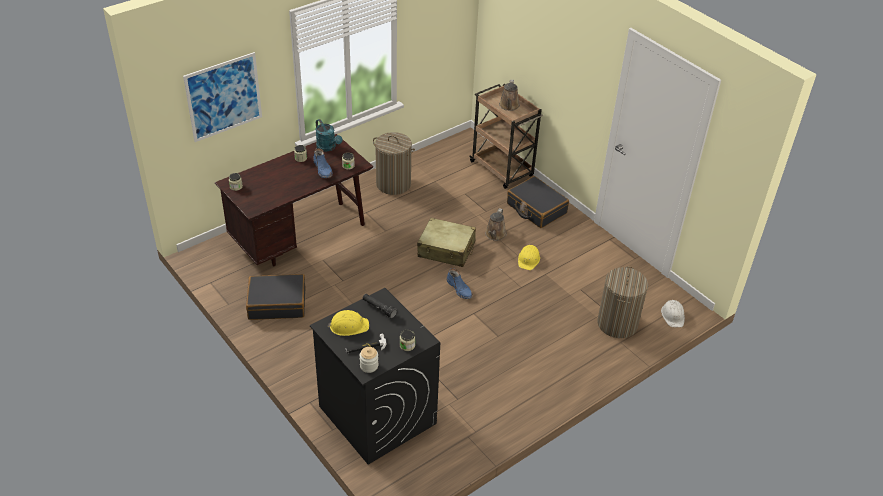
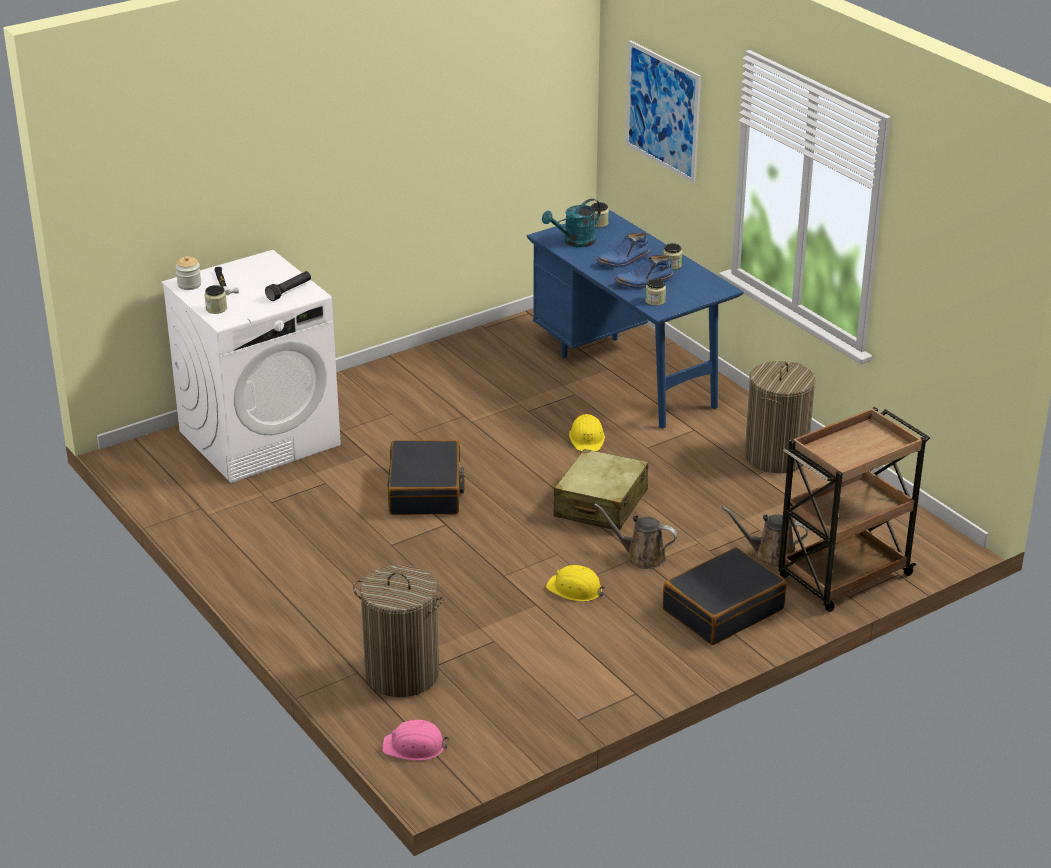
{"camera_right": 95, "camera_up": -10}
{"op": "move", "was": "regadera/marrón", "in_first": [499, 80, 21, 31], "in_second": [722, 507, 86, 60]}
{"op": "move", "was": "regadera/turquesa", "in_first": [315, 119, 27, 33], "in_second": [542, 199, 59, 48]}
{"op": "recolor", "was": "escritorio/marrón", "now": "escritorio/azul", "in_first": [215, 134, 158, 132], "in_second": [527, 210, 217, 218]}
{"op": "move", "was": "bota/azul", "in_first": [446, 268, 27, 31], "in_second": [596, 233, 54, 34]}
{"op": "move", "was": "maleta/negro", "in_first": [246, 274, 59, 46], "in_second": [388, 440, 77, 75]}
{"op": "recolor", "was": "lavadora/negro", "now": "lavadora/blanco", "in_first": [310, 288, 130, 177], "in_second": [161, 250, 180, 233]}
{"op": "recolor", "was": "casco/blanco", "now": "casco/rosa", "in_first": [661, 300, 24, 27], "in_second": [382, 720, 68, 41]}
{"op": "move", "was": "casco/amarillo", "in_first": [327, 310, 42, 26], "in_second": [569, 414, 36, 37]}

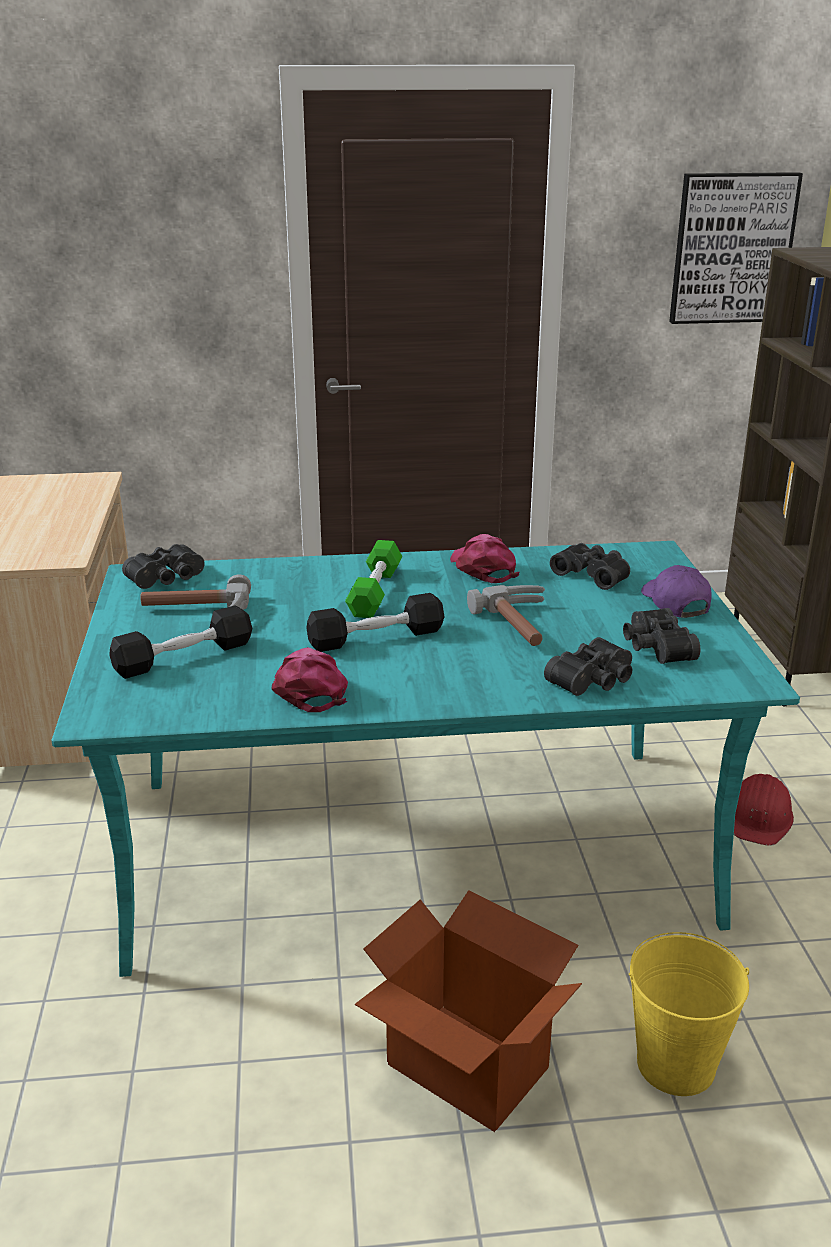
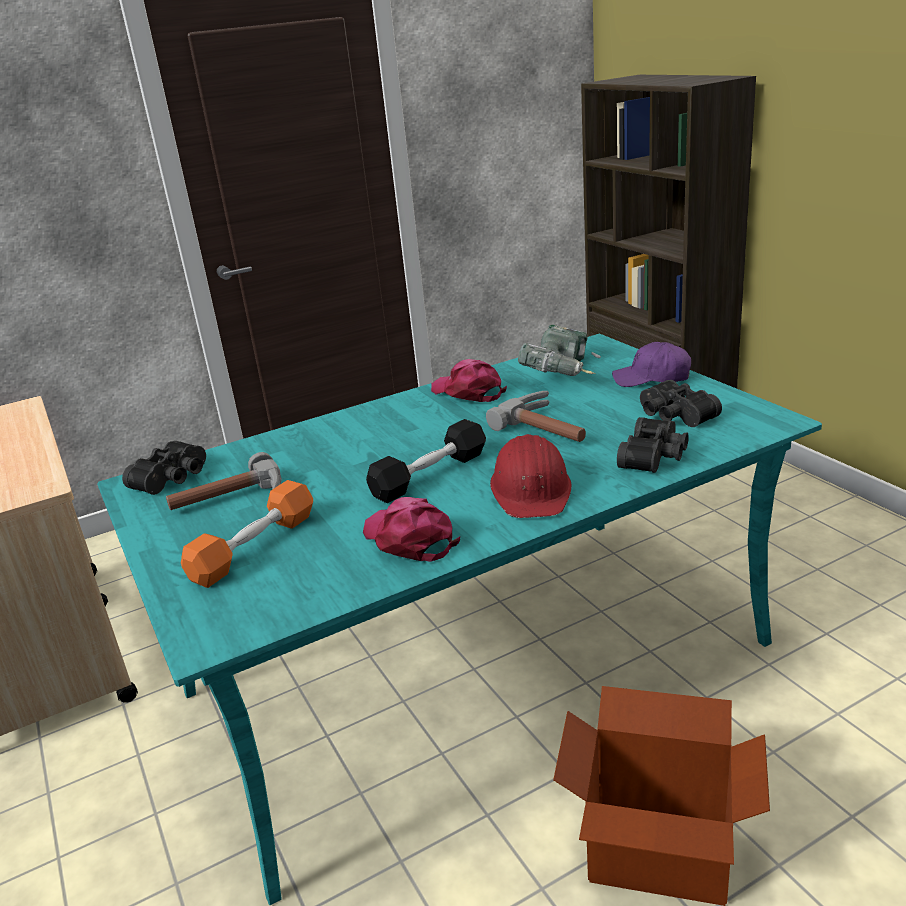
{"camera_right": -20, "camera_up": 0}
{"op": "delete", "was": "cuadro", "in_first": [669, 172, 134, 152]}
{"op": "delete", "was": "mancuerna/verde", "in_first": [345, 540, 57, 78]}
{"op": "replace", "was": "prismáticos/negro", "now": "taladro", "in_first": [550, 543, 80, 47], "in_second": [518, 325, 83, 51]}
{"op": "rotate", "was": "gorra/morado", "in_first": [641, 565, 70, 53], "in_second": [612, 342, 79, 45], "clockwise": -45}
{"op": "recolor", "was": "mancuerna/negro", "now": "mancuerna/naranja", "in_first": [109, 605, 143, 74], "in_second": [181, 480, 132, 108]}
{"op": "move", "was": "casco/rojo", "in_first": [734, 774, 60, 72], "in_second": [490, 434, 82, 84]}
{"op": "delete", "was": "cubo/amarillo", "in_first": [629, 932, 120, 164]}

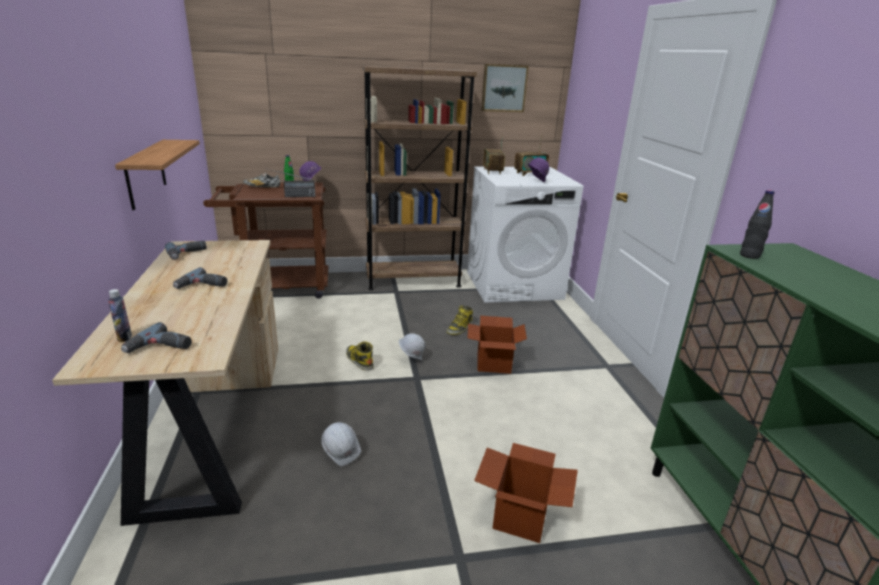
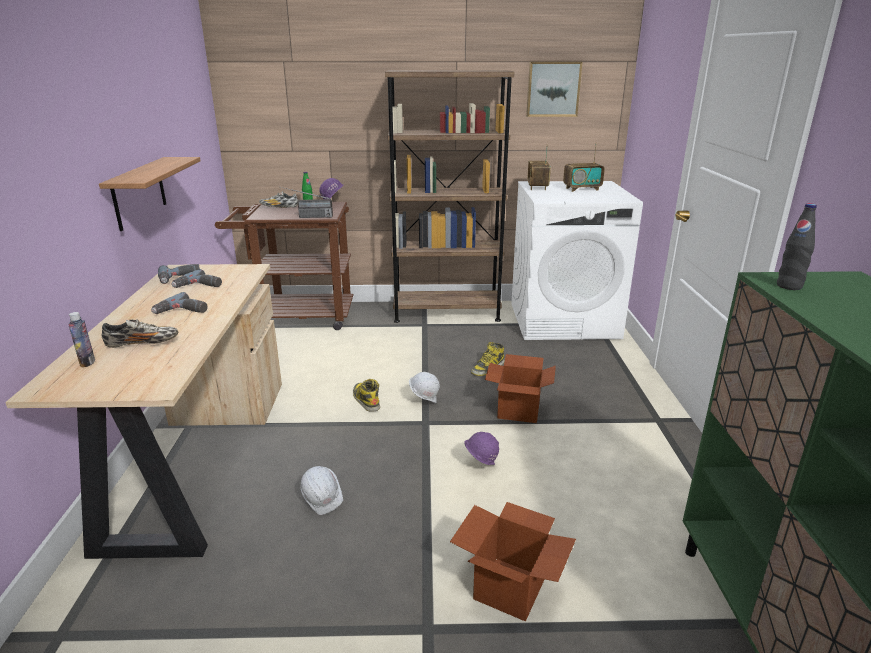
{"camera_right": 10, "camera_up": 0}
{"op": "move", "was": "casco/morado", "in_first": [528, 157, 21, 25], "in_second": [464, 432, 35, 33]}
{"op": "move", "was": "taladro", "in_first": [121, 322, 71, 31], "in_second": [172, 269, 50, 19]}
{"op": "insert", "now": "zapato", "in_second": [102, 319, 76, 29]}

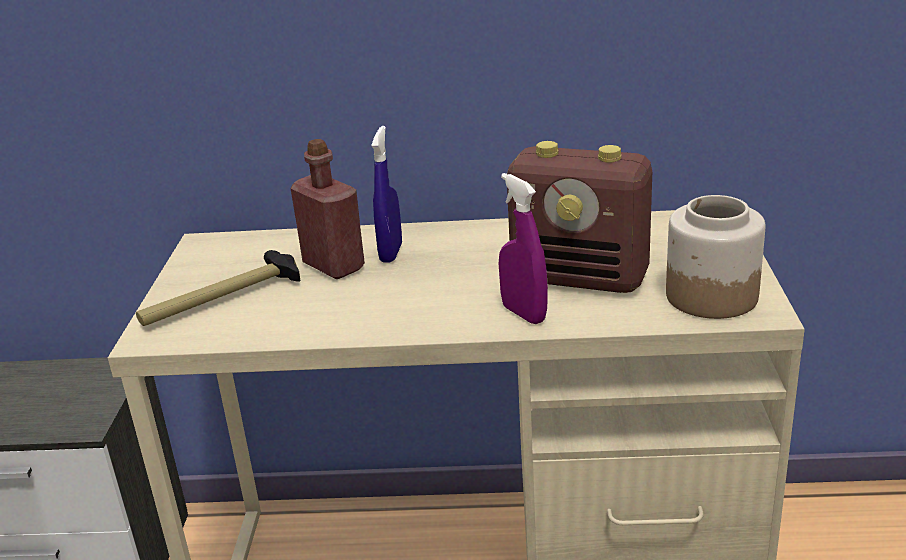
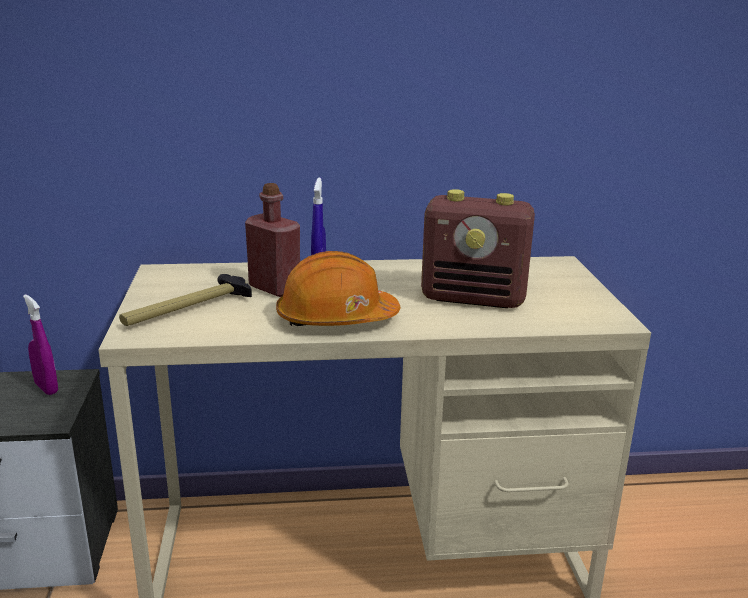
{"camera_right": -10, "camera_up": -5}
{"op": "move", "was": "pulverizador/morado", "in_first": [499, 173, 49, 151], "in_second": [23, 294, 35, 101]}
{"op": "delete", "was": "tarro", "in_first": [666, 195, 99, 124]}
{"op": "insert", "now": "casco/naranja", "in_second": [276, 251, 125, 75]}

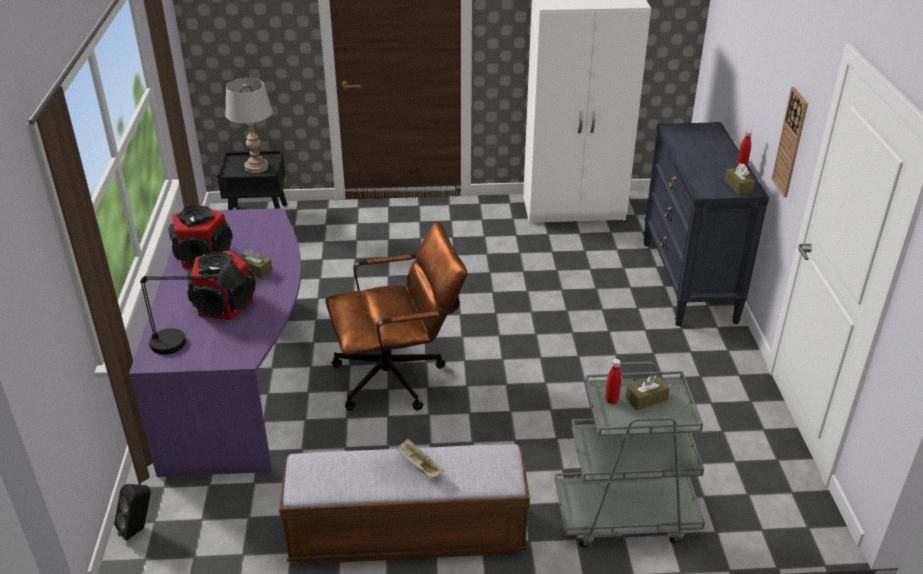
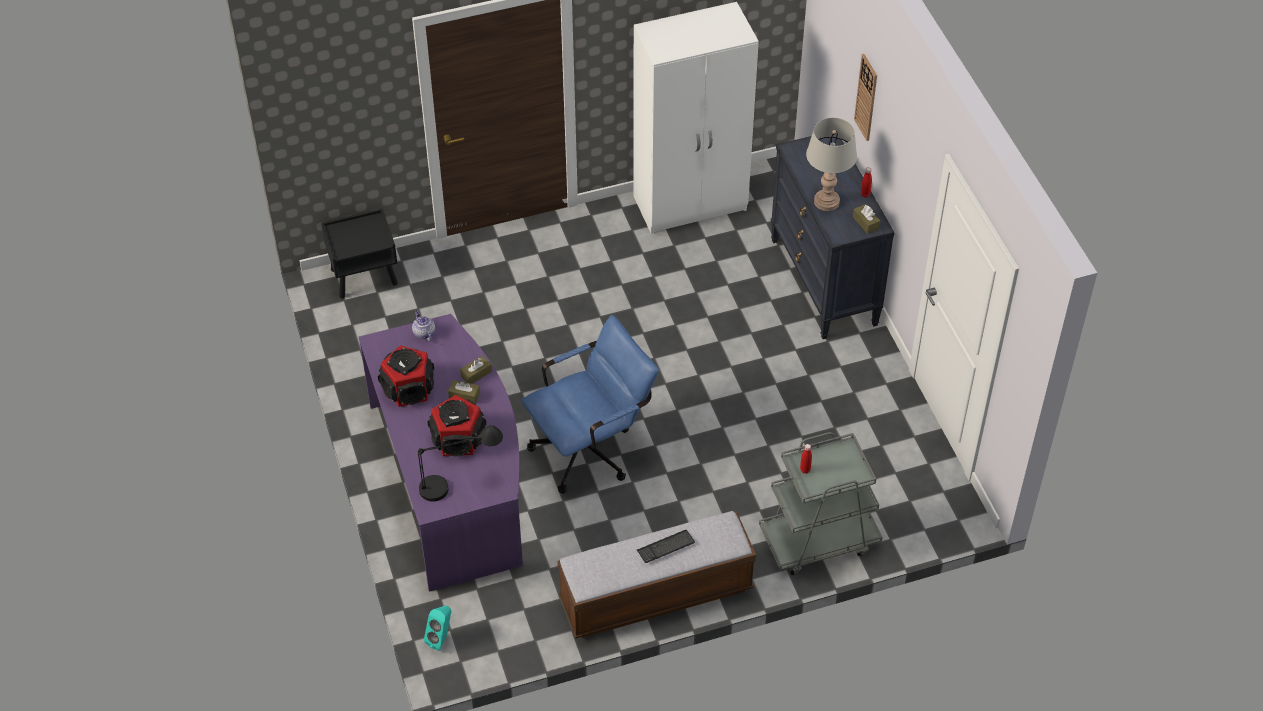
{"camera_right": -15, "camera_up": 15}
{"op": "move", "was": "lámpara de mesa/gris", "in_first": [225, 78, 48, 95], "in_second": [806, 118, 51, 93]}
{"op": "move", "was": "reloj de pared", "in_first": [772, 87, 36, 111], "in_second": [854, 54, 23, 87]}
{"op": "recolor", "was": "silla de oficina/marrón", "now": "silla de oficina/azul", "in_first": [325, 221, 142, 190], "in_second": [522, 315, 137, 179]}
{"op": "move", "was": "caja de pañuelos/marrón", "in_first": [625, 375, 45, 36], "in_second": [460, 355, 32, 29]}
{"op": "replace", "was": "bandeja/beis", "now": "teclado", "in_first": [396, 439, 48, 39], "in_second": [637, 530, 58, 33]}
{"op": "recolor", "was": "altavoz/negro", "now": "altavoz/turquesa", "in_first": [114, 484, 37, 57], "in_second": [424, 606, 27, 45]}
{"op": "insert", "now": "tetera", "in_second": [412, 310, 23, 31]}

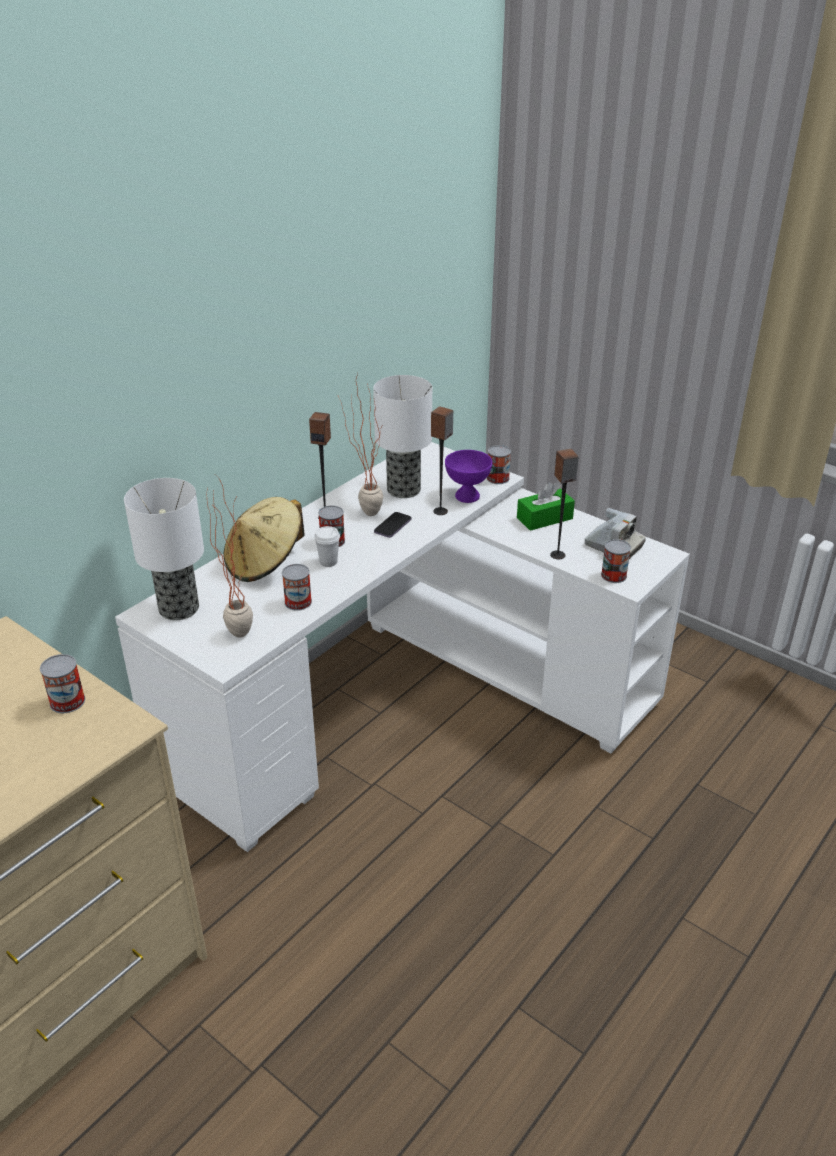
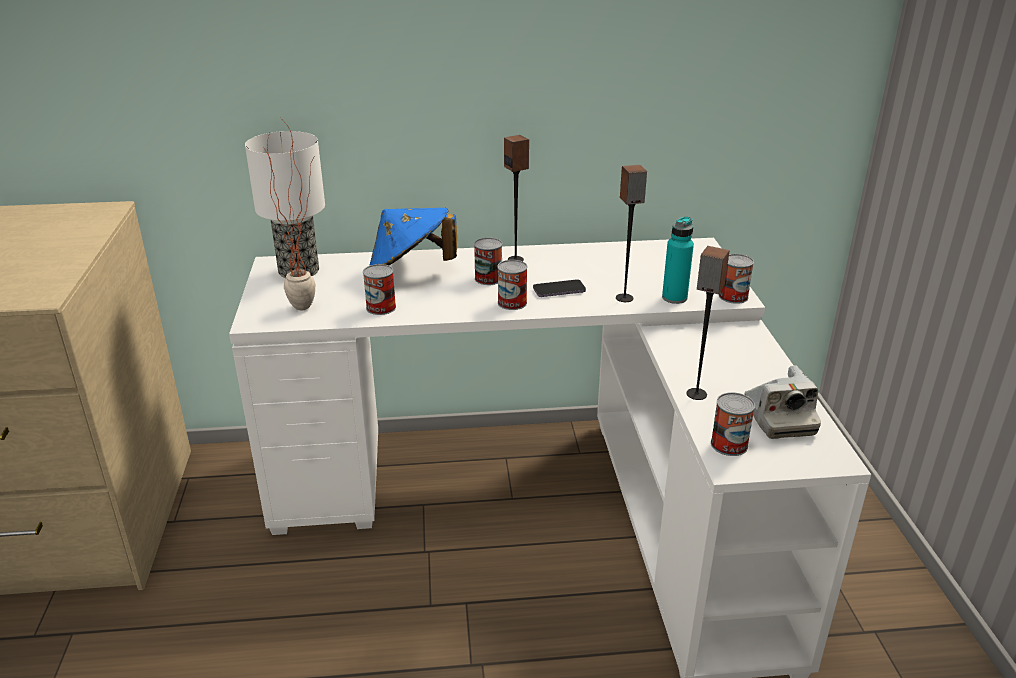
{"camera_right": 45, "camera_up": -5}
{"op": "delete", "was": "planta en maceta", "in_first": [338, 373, 45, 143]}
{"op": "delete", "was": "lámpara de mesa", "in_first": [373, 375, 59, 123]}
{"op": "replace", "was": "cuenco/morado", "now": "botella/turquesa", "in_first": [445, 450, 47, 53], "in_second": [662, 216, 32, 88]}
{"op": "delete", "was": "caja de pañuelos/verde", "in_first": [517, 482, 58, 49]}
{"op": "recolor", "was": "sombrero/beis", "now": "sombrero/azul", "in_first": [223, 497, 82, 85], "in_second": [369, 208, 88, 58]}
{"op": "delete", "was": "taza/blanco", "in_first": [314, 526, 26, 41]}
{"op": "move", "was": "lata", "in_first": [40, 654, 45, 59], "in_second": [497, 260, 30, 50]}

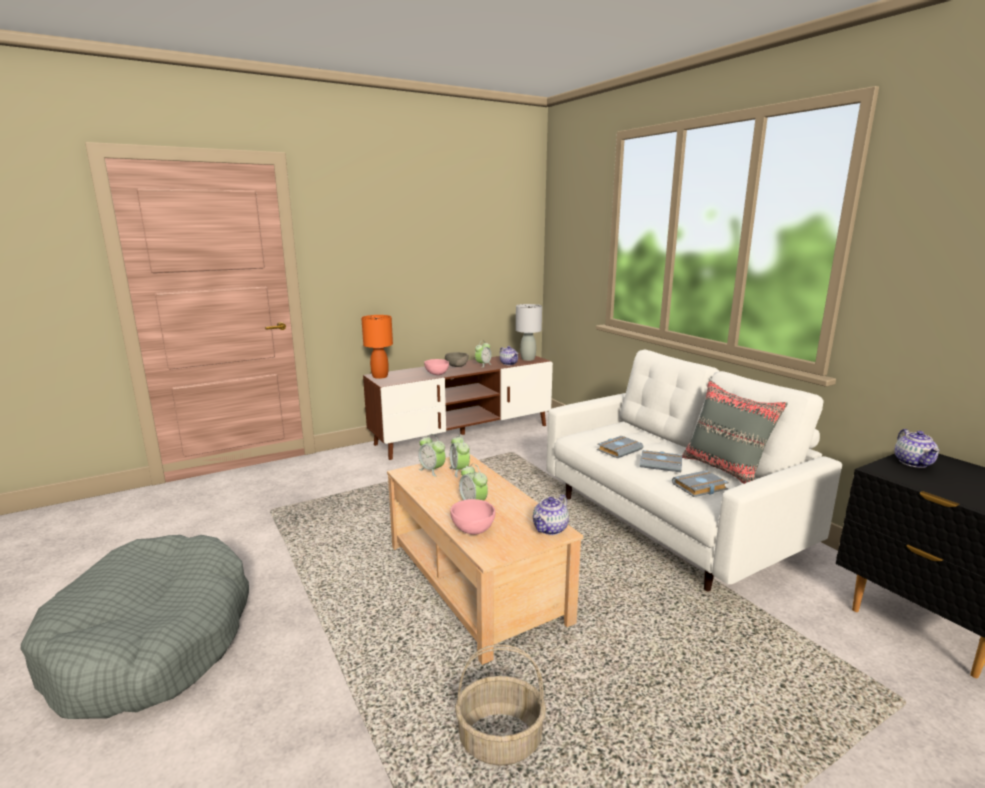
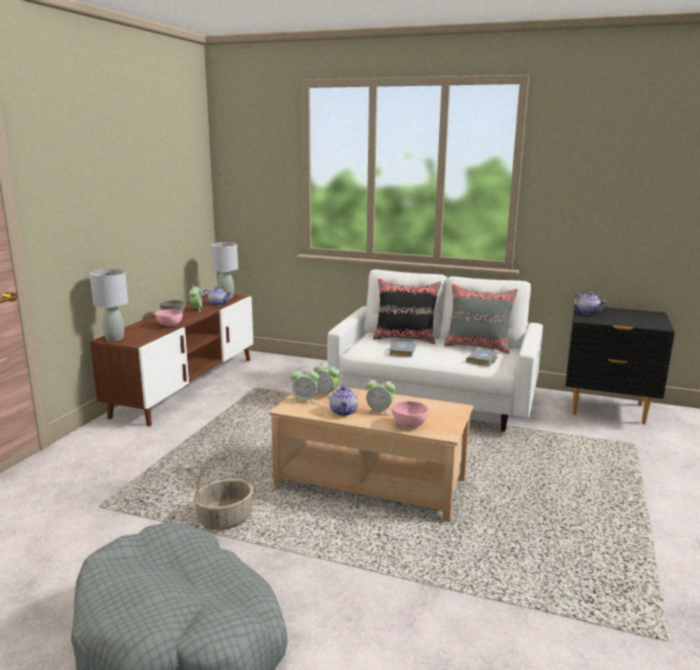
{"camera_right": -40, "camera_up": 0}
{"op": "recolor", "was": "lámpara de mesa/naranja", "now": "lámpara de mesa/gris", "in_first": [361, 315, 32, 64], "in_second": [90, 269, 38, 73]}
{"op": "delete", "was": "libro/gris", "in_first": [640, 450, 42, 22]}
{"op": "move", "was": "tetera", "in_first": [533, 494, 36, 41], "in_second": [329, 384, 29, 32]}
{"op": "move", "was": "cesta", "in_first": [455, 644, 91, 122], "in_second": [193, 448, 60, 82]}
{"op": "insert", "now": "cojín/negro", "in_second": [373, 279, 68, 65]}

